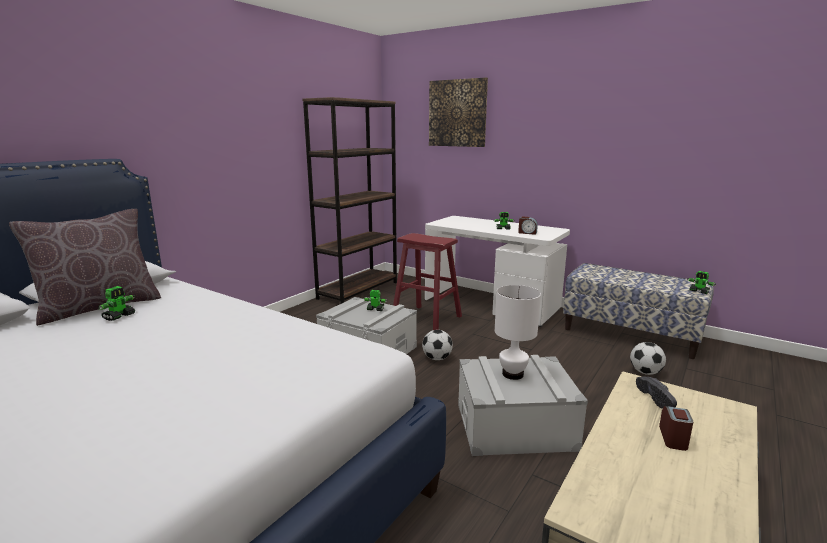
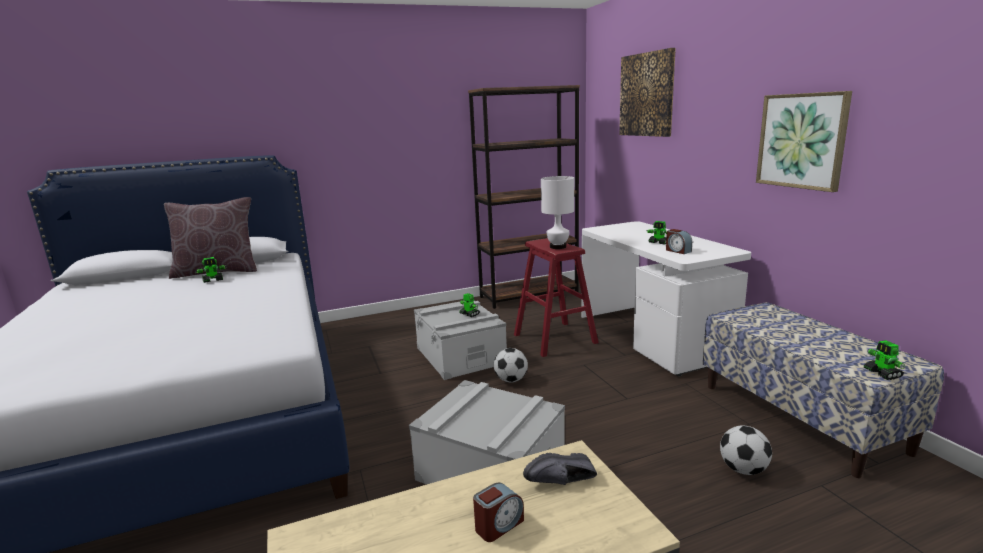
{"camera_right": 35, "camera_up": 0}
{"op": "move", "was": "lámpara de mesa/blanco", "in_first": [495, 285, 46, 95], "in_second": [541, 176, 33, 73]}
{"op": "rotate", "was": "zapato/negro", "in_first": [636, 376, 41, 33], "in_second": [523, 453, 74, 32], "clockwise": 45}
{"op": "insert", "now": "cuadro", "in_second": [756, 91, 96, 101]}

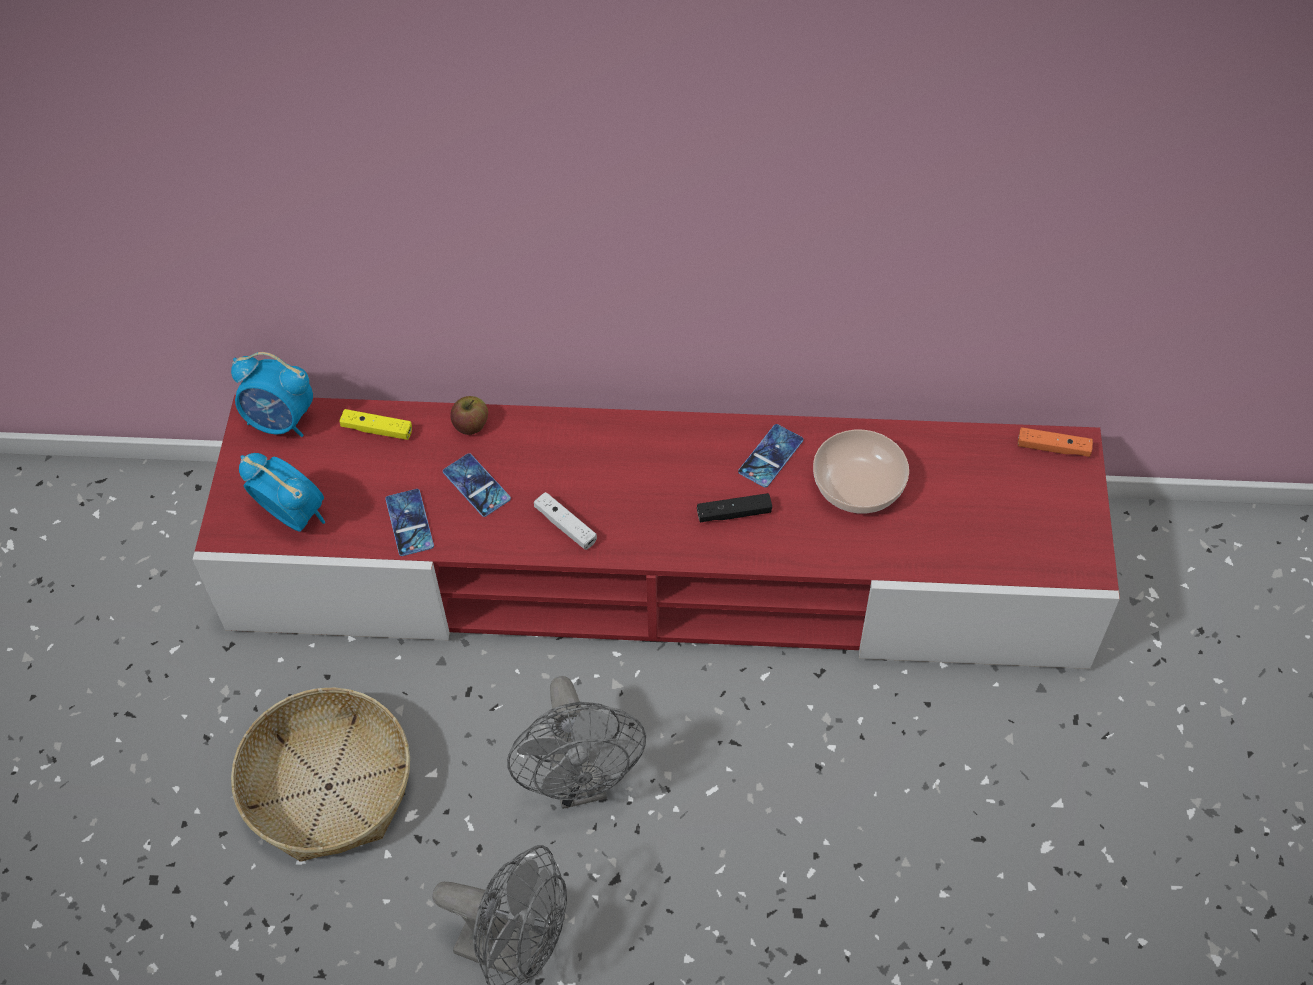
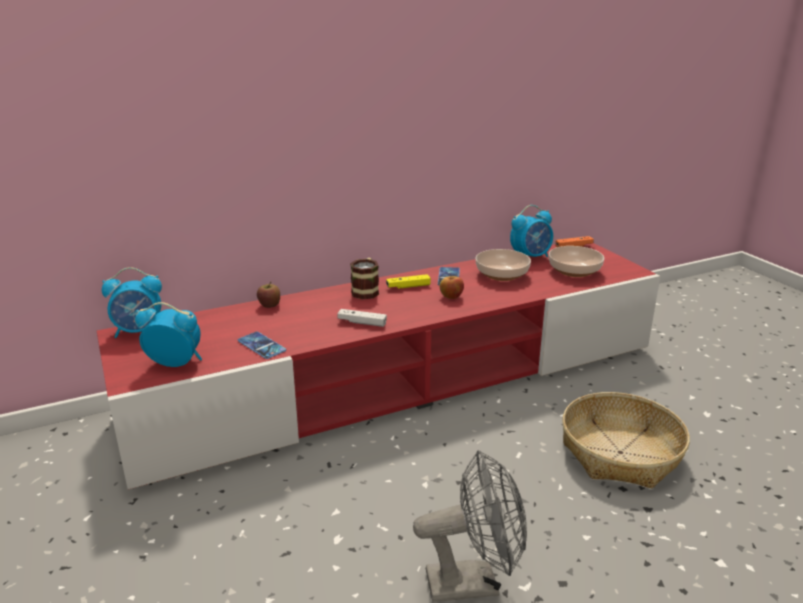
{"camera_right": -30, "camera_up": -30}
{"op": "move", "was": "mando de consola/amarillo", "in_first": [339, 409, 73, 31], "in_second": [386, 274, 45, 15]}
{"op": "delete", "was": "móvil", "in_first": [443, 453, 68, 64]}
{"op": "replace", "was": "mando de consola/negro", "now": "manzana", "in_first": [697, 493, 75, 29], "in_second": [440, 276, 24, 23]}
{"op": "delete", "was": "ventilador/gris", "in_first": [507, 676, 139, 133]}
{"op": "move", "was": "cesta", "in_first": [231, 688, 179, 174], "in_second": [562, 392, 128, 97]}
{"op": "insert", "now": "despertador", "in_second": [510, 205, 43, 52]}
{"op": "insert", "now": "cuenco", "in_second": [549, 246, 55, 31]}
{"op": "insert", "now": "taza grande", "in_second": [350, 258, 29, 41]}

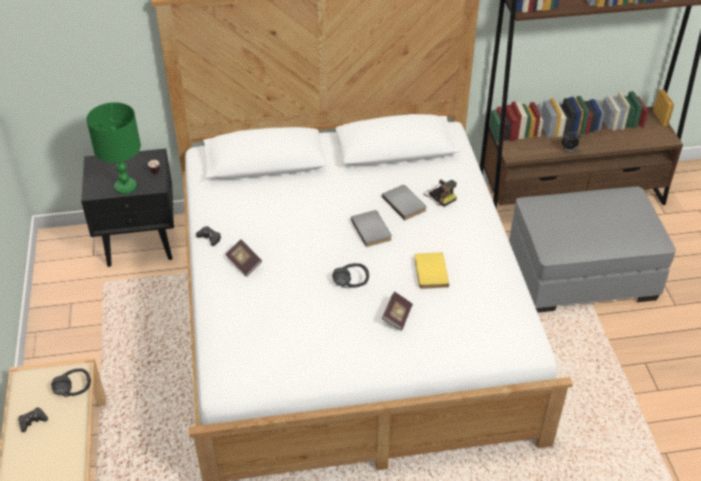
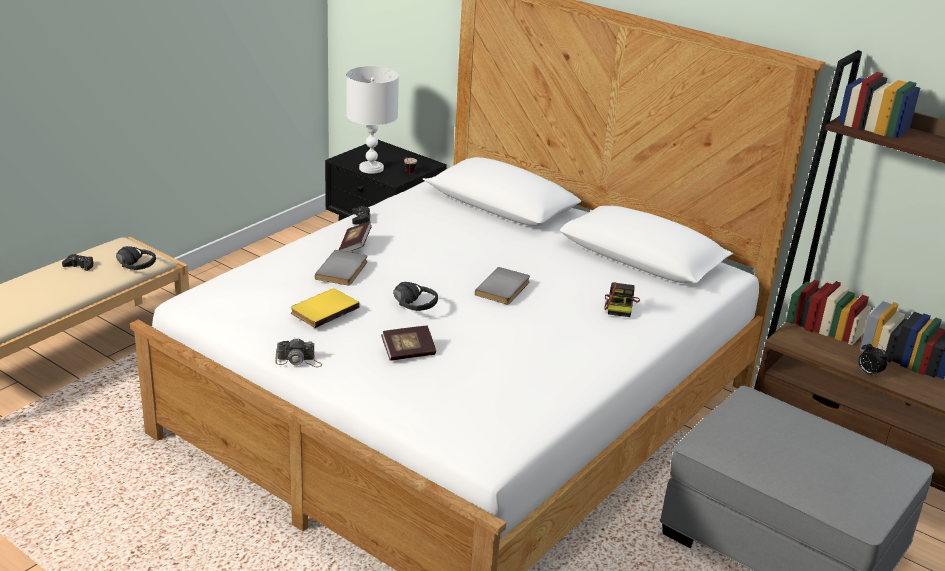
{"camera_right": 45, "camera_up": -15}
{"op": "recolor", "was": "lámpara de mesa/verde", "now": "lámpara de mesa/blanco", "in_first": [86, 102, 55, 92], "in_second": [346, 66, 53, 108]}
{"op": "move", "was": "libro/gris", "in_first": [382, 185, 44, 35], "in_second": [315, 250, 52, 35]}
{"op": "move", "was": "libro/amarillo", "in_first": [415, 252, 34, 37], "in_second": [291, 288, 69, 40]}
{"op": "insert", "now": "cámara", "in_second": [276, 338, 46, 29]}

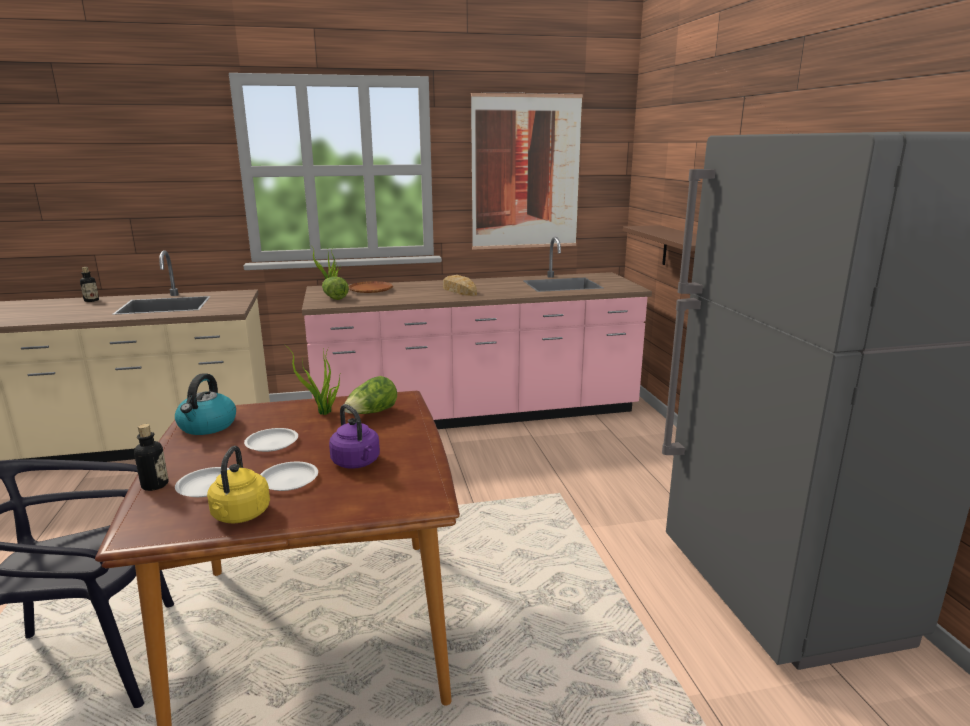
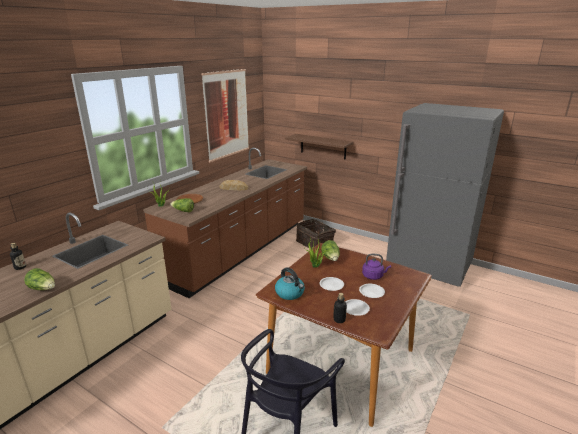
{"camera_right": -45, "camera_up": 5}
{"op": "recolor", "was": "mueble bajo de cocina/rosa", "now": "mueble bajo de cocina/marrón", "in_first": [302, 237, 350, 192], "in_second": [143, 148, 164, 150]}
{"op": "delete", "was": "hervidor/amarillo", "in_first": [207, 446, 63, 78]}
{"op": "insert", "now": "cesta", "in_second": [296, 219, 40, 30]}
{"op": "insert", "now": "lechuga", "in_second": [24, 268, 31, 22]}

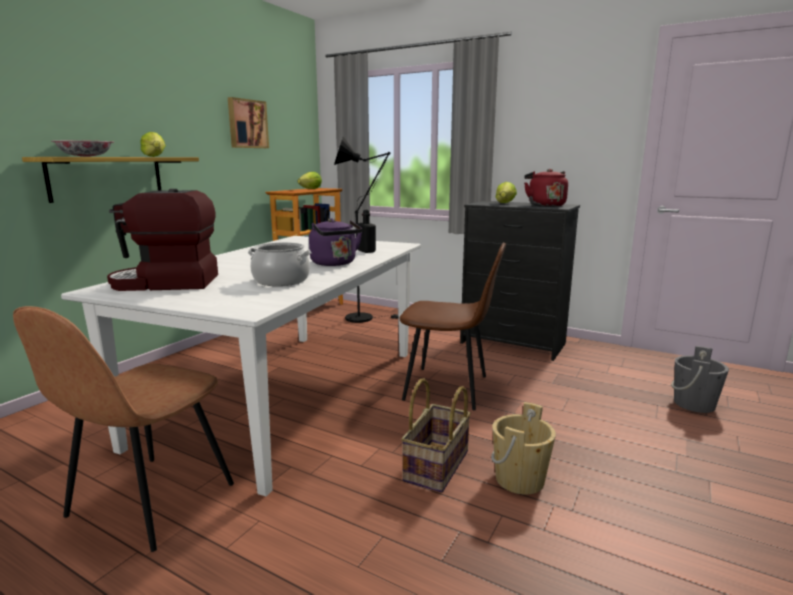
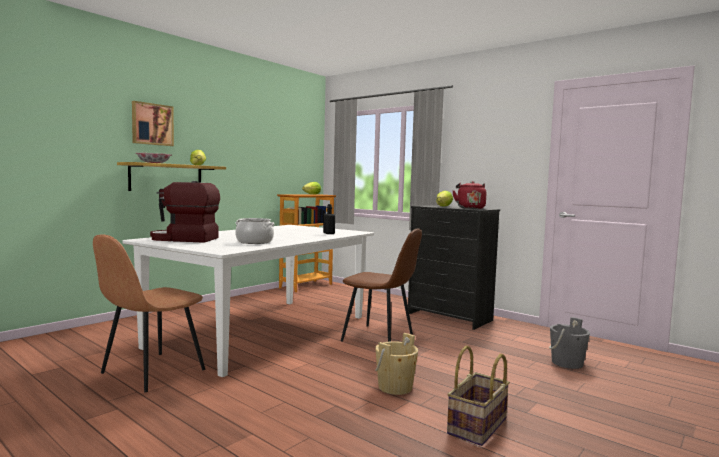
{"camera_right": 10, "camera_up": -10}
{"op": "move", "was": "cuadro", "in_first": [228, 97, 41, 51], "in_second": [132, 101, 42, 45]}
{"op": "delete", "was": "lámpara de pie/negro", "in_first": [334, 136, 64, 187]}
{"op": "delete", "was": "hervidor/morado", "in_first": [309, 218, 53, 48]}
{"op": "move", "was": "cesta", "in_first": [401, 378, 70, 114], "in_second": [447, 345, 63, 101]}

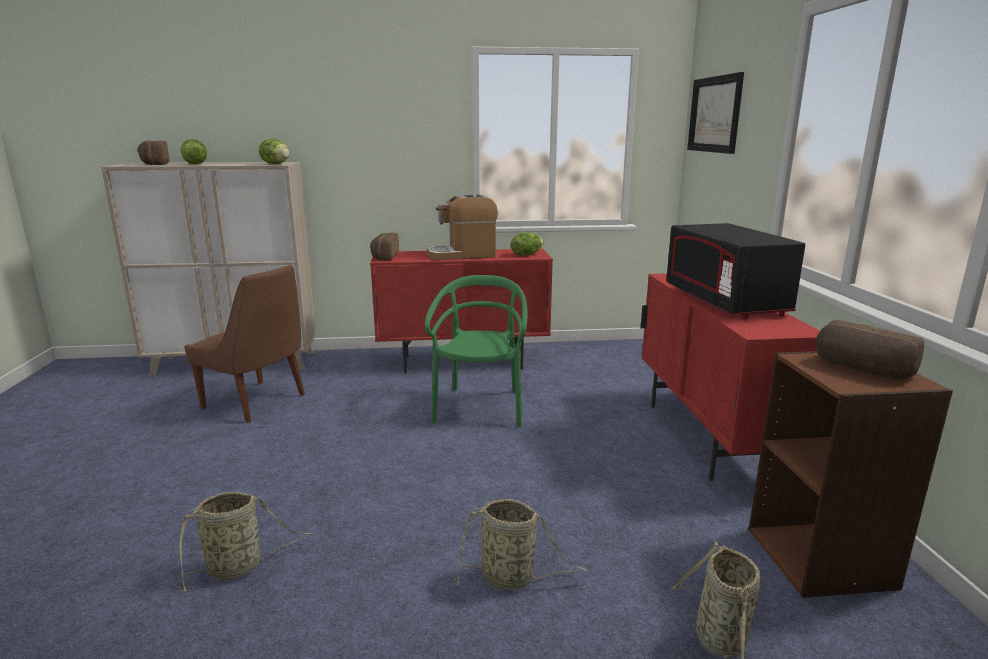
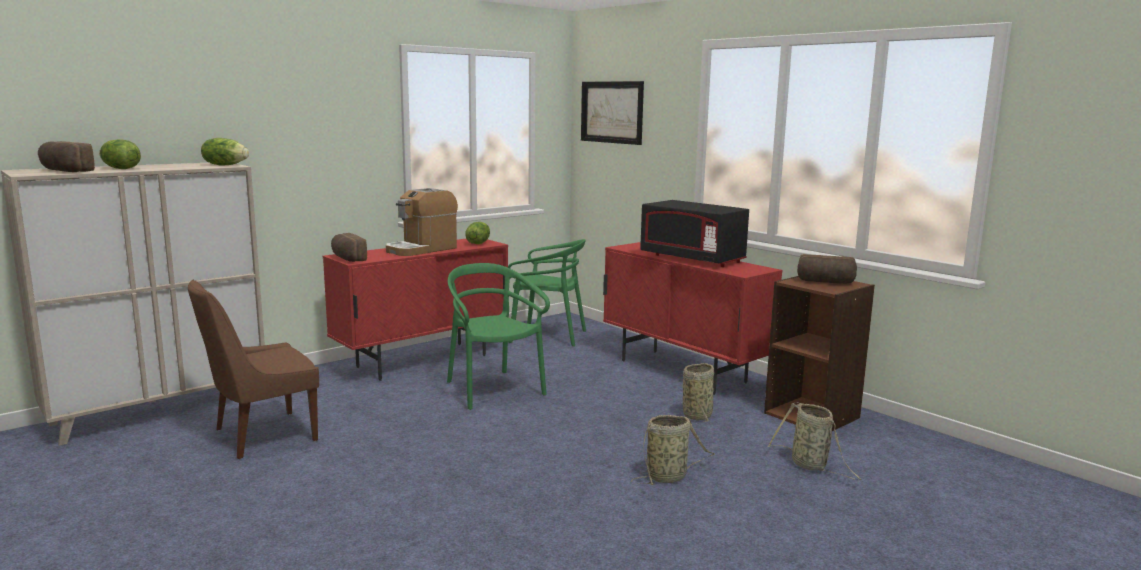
{"camera_right": -35, "camera_up": -5}
{"op": "rotate", "was": "silla/marrón", "in_first": [184, 265, 121, 158], "in_second": [188, 280, 131, 179], "clockwise": 150}
{"op": "move", "was": "cesta", "in_first": [174, 492, 138, 100], "in_second": [683, 363, 31, 60]}
{"op": "insert", "now": "silla/verde", "in_second": [508, 239, 78, 107]}

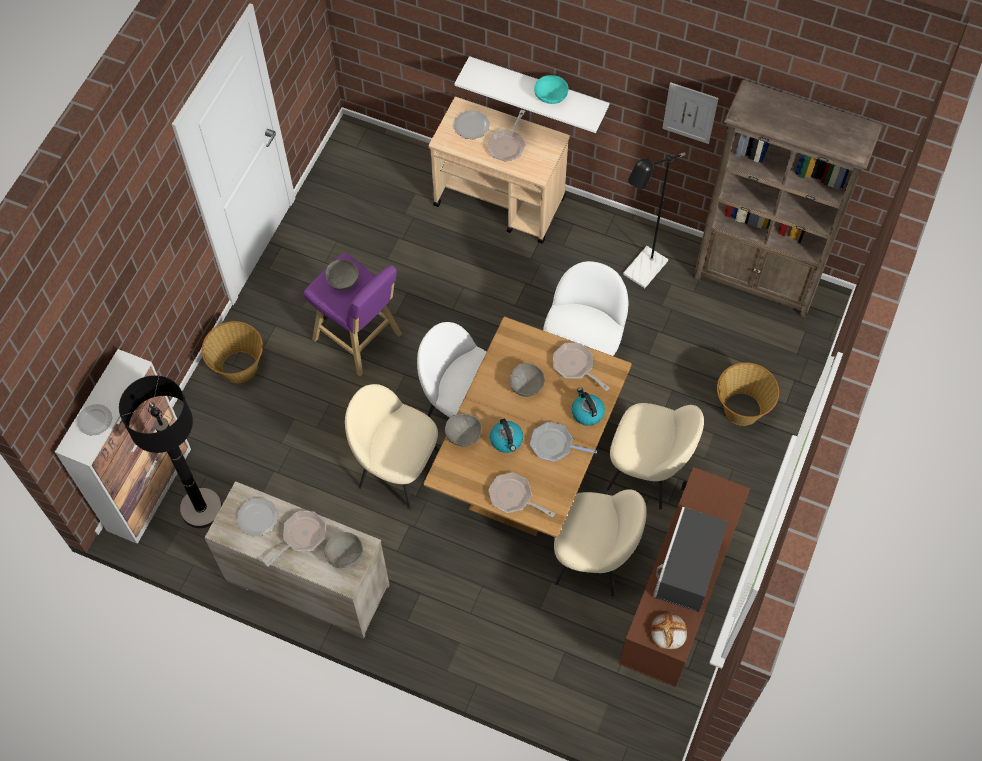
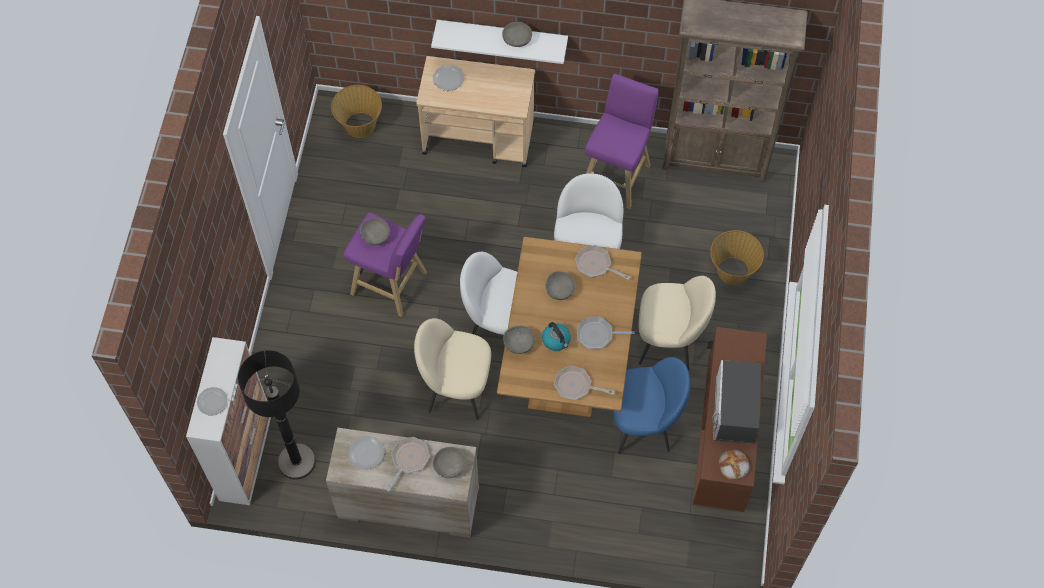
{"camera_right": -15, "camera_up": 0}
{"op": "recolor", "was": "cuenco/turquesa", "now": "cuenco/gris", "in_first": [534, 75, 35, 29], "in_second": [502, 22, 30, 25]}
{"op": "delete", "was": "cuadro", "in_first": [662, 82, 57, 62]}
{"op": "delete", "was": "sartén", "in_first": [487, 110, 39, 52]}
{"op": "replace", "was": "lámpara de pie/negro", "now": "taburete/morado", "in_first": [623, 153, 63, 135], "in_second": [585, 74, 74, 135]}
{"op": "move", "was": "cesta", "in_first": [202, 321, 61, 62], "in_second": [331, 85, 51, 53]}
{"op": "delete", "was": "hervidor", "in_first": [572, 387, 33, 39]}
{"op": "recolor", "was": "silla/beis", "now": "silla/azul", "in_first": [554, 489, 93, 108], "in_second": [613, 357, 77, 97]}

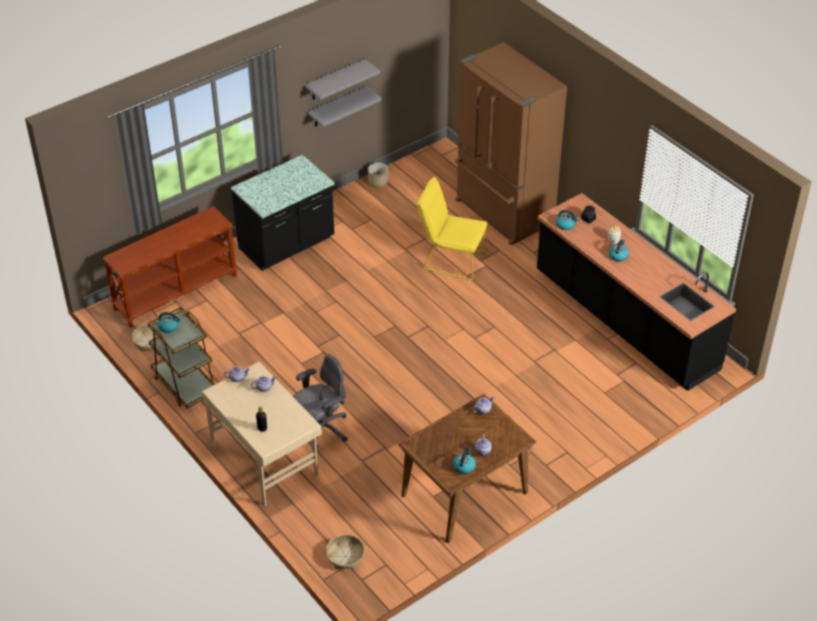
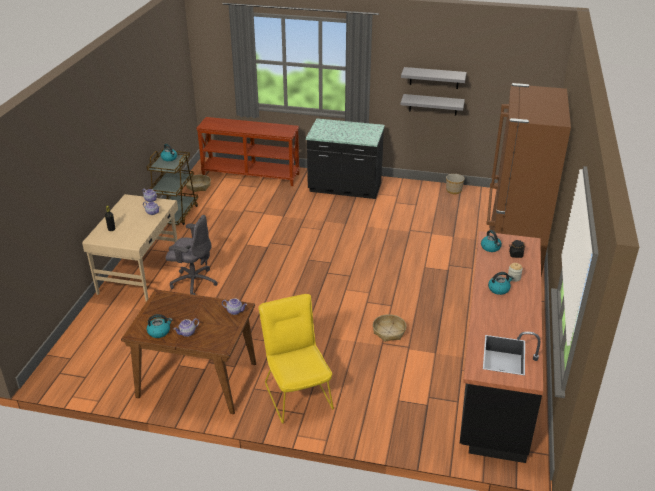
{"camera_right": 50, "camera_up": -10}
{"op": "move", "was": "silla/amarillo", "in_first": [417, 177, 70, 103], "in_second": [258, 294, 76, 129]}
{"op": "move", "was": "cesta", "in_first": [326, 535, 39, 34], "in_second": [373, 314, 33, 28]}

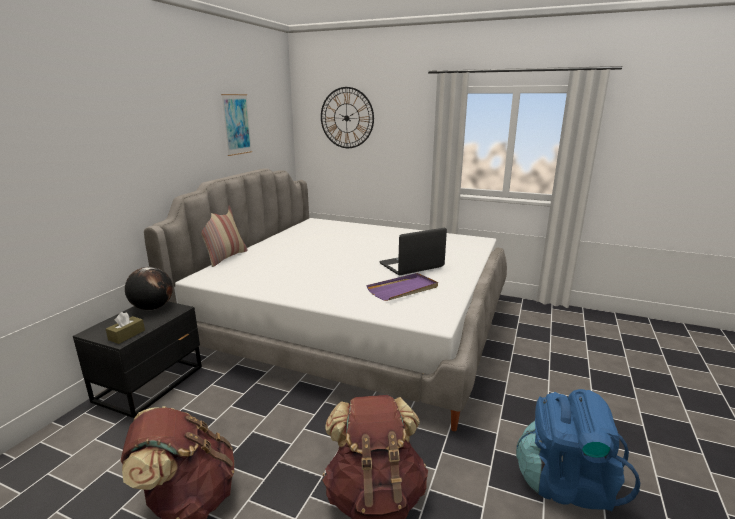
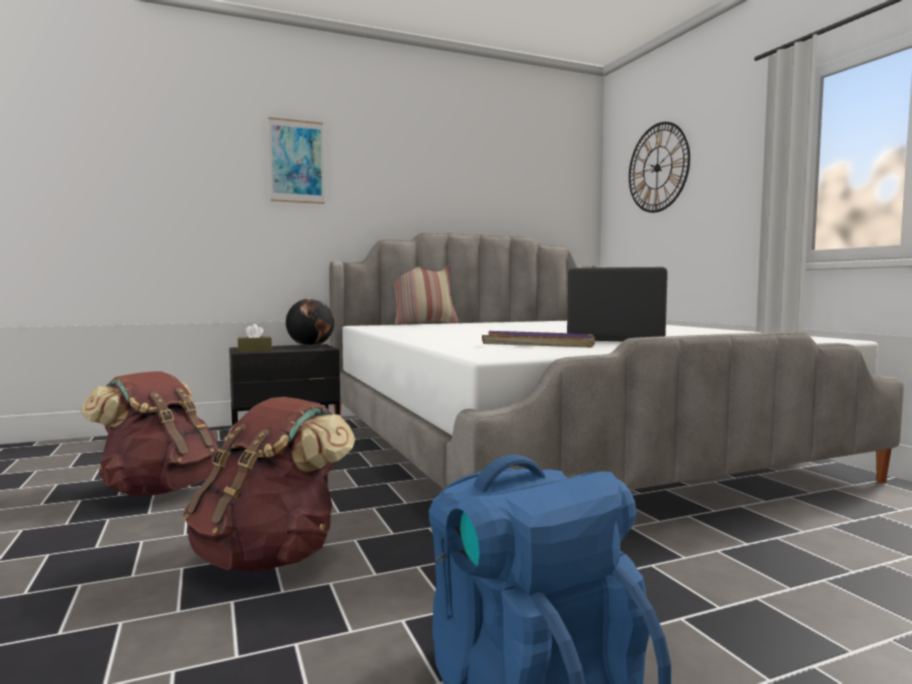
{"camera_right": 45, "camera_up": -15}
{"op": "move", "was": "cuadro", "in_first": [221, 94, 31, 62], "in_second": [268, 117, 57, 87]}

